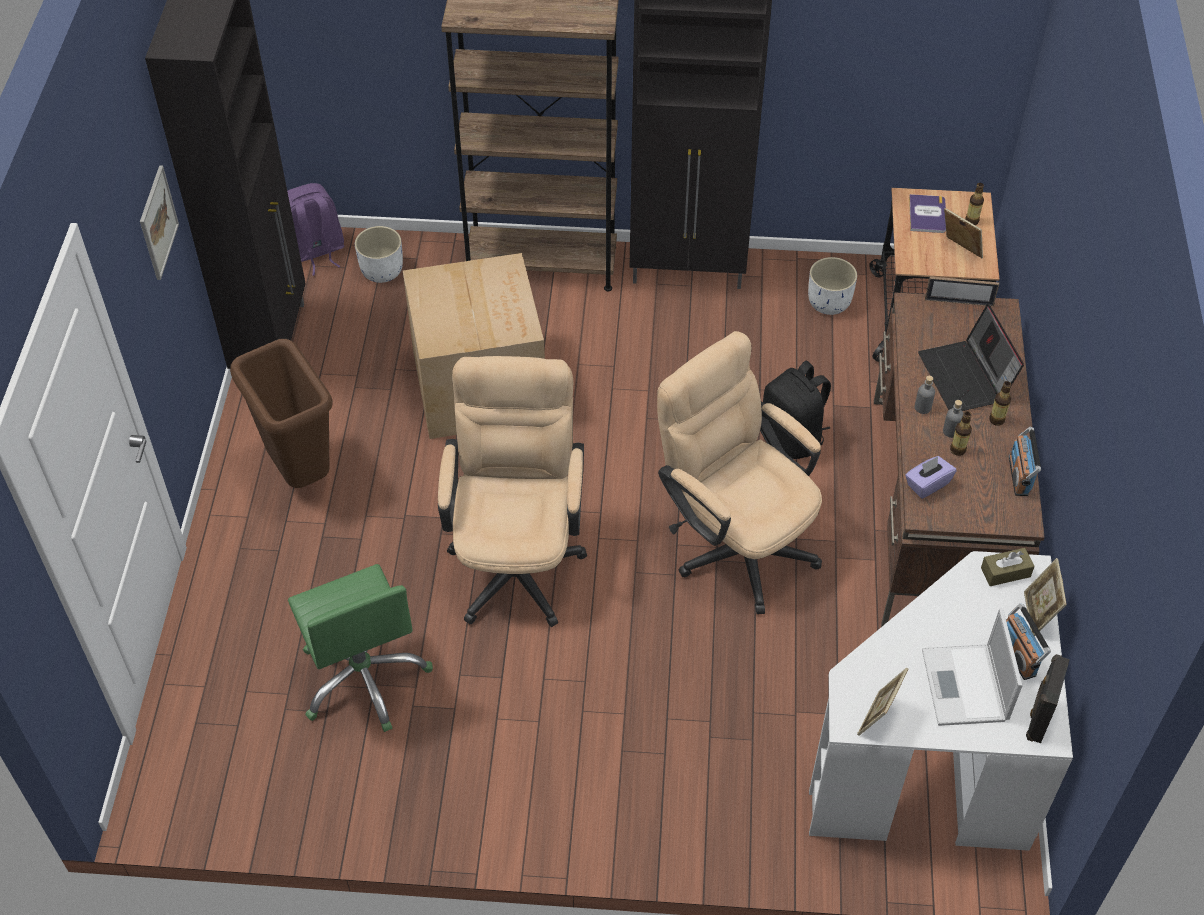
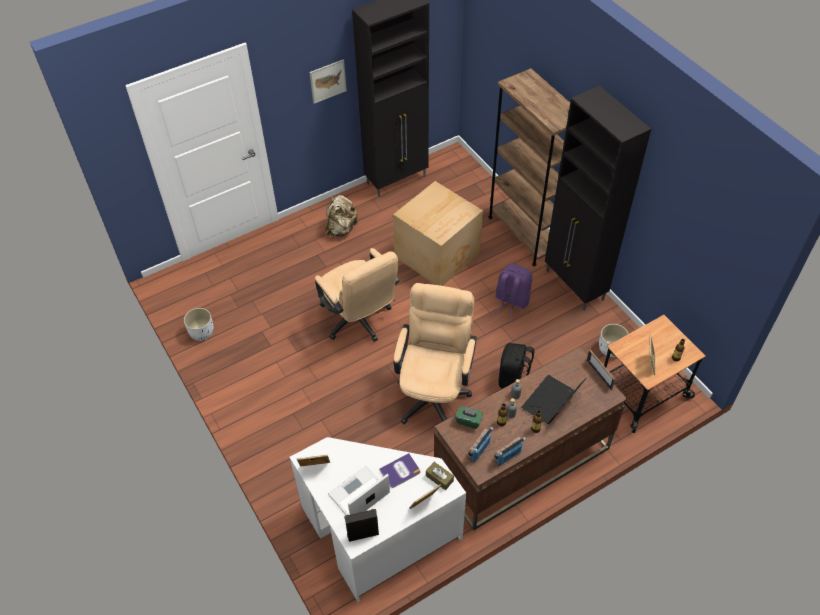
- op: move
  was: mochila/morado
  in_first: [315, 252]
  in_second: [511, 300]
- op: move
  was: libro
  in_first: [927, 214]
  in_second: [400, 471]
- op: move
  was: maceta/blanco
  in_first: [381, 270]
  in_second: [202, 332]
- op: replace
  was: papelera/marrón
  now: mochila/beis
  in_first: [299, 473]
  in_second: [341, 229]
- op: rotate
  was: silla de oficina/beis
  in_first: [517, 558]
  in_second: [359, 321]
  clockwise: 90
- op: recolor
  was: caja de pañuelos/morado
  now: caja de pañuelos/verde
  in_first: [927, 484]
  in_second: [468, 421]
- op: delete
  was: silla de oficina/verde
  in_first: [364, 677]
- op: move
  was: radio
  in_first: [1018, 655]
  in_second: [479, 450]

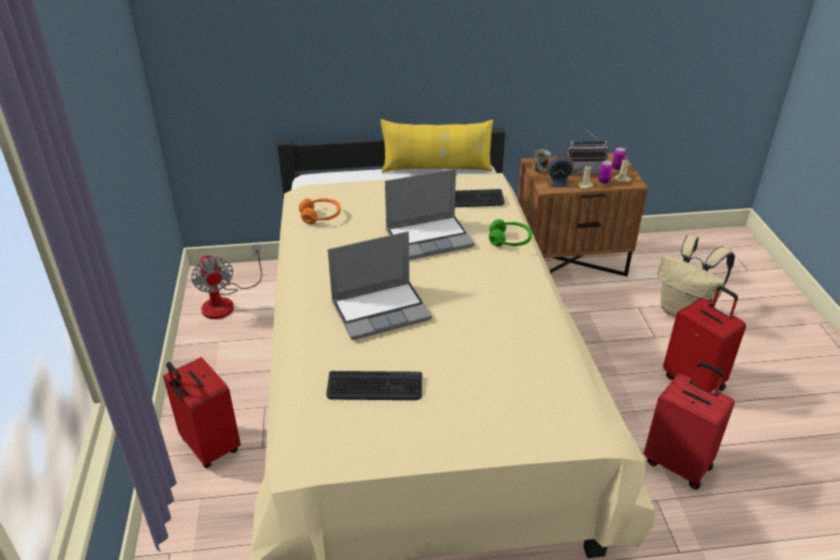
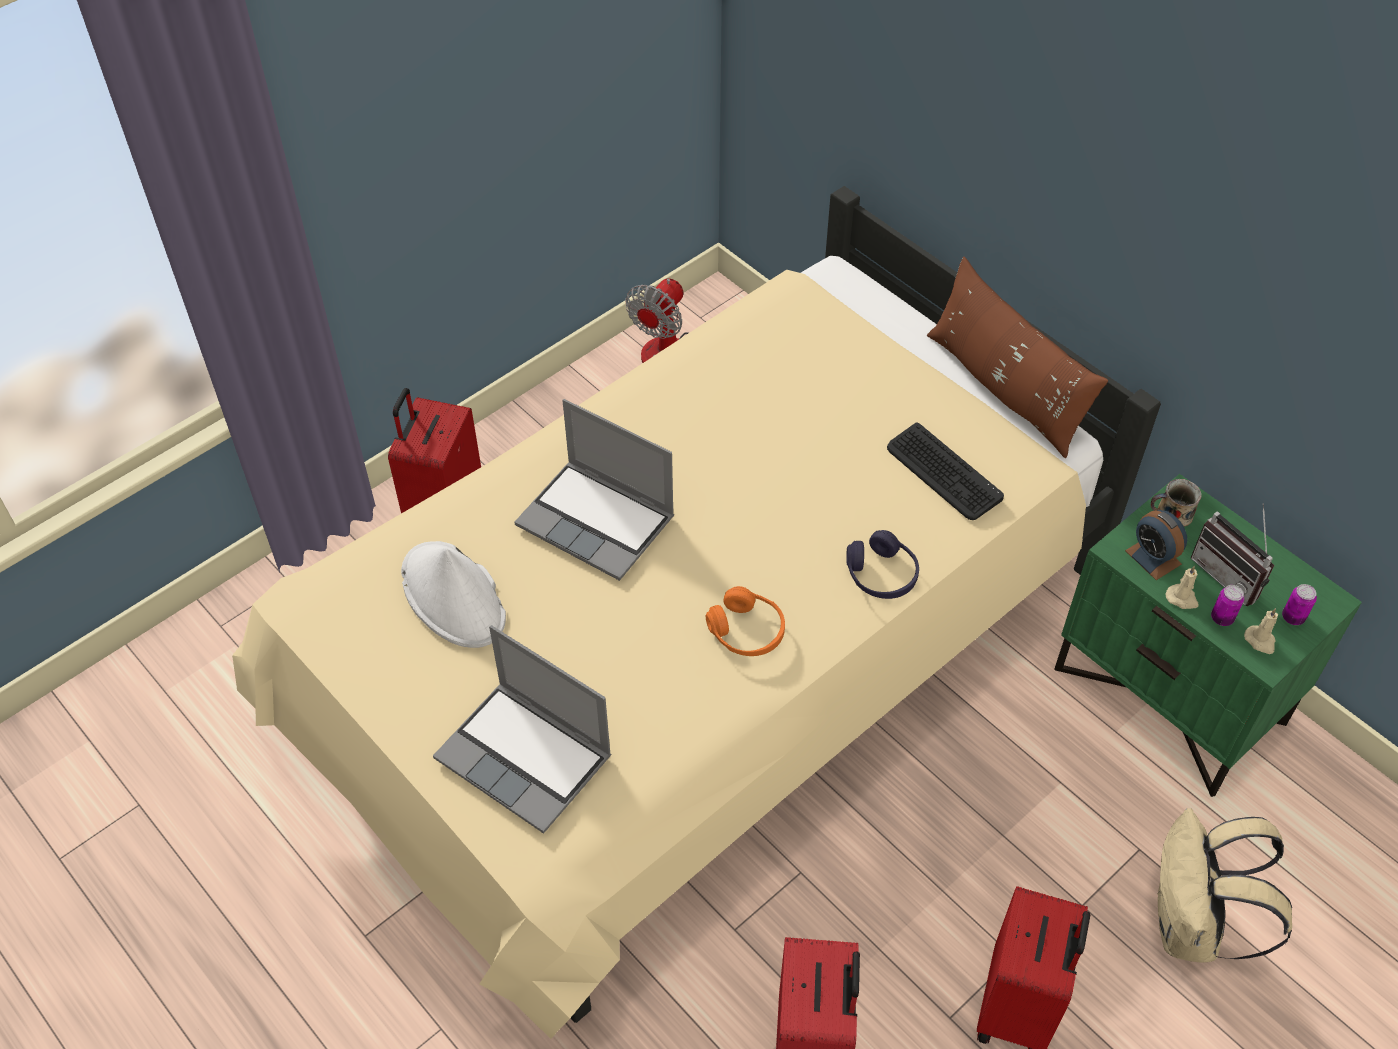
- op: recolor
  was: cojín/amarillo
  now: cojín/marrón
  in_first: [436, 168]
  in_second: [1004, 389]
- op: recolor
  was: mesita de noche/marrón
  now: mesita de noche/verde
  in_first: [570, 261]
  in_second: [1171, 694]
- op: move
  was: portátil
  in_first: [430, 238]
  in_second: [527, 757]
- op: move
  was: auriculares/naranja
  in_first: [320, 216]
  in_second: [746, 631]
- op: recolor
  was: auriculares/verde
  now: auriculares/morado
  in_first: [509, 240]
  in_second: [881, 574]
- op: replace
  was: teclado
  now: sombrero/blanco
  in_first: [374, 387]
  in_second: [454, 596]

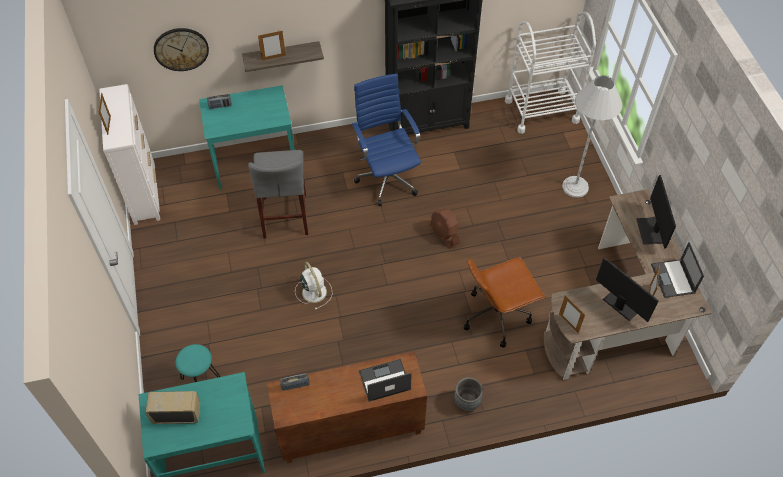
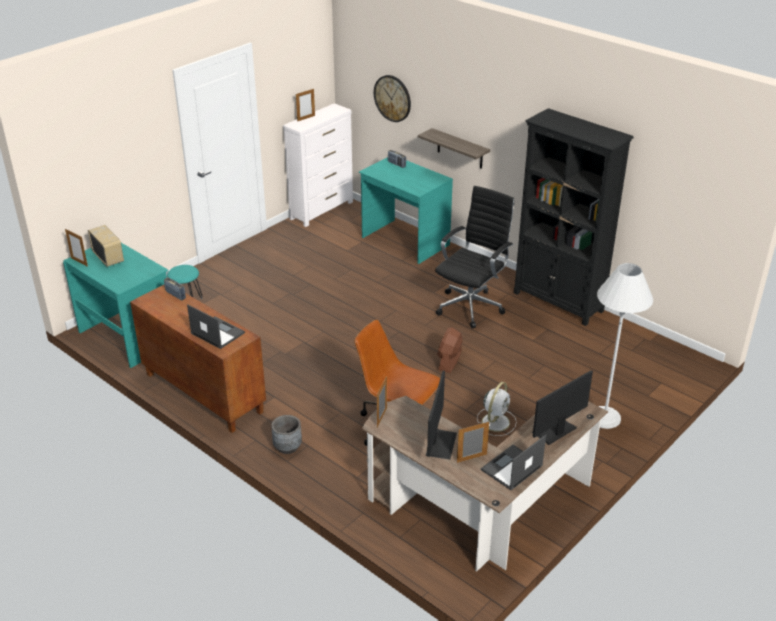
- op: delete
  was: carrito/blanco
  in_first: [541, 111]
- op: move
  was: portarretratos
  in_first: [273, 57]
  in_second: [79, 262]
- op: recolor
  was: silla de oficina/azul
  now: silla de oficina/negro
  in_first: [387, 178]
  in_second: [471, 306]
- op: delete
  was: taburete/gris
  in_first: [285, 215]
- op: move
  was: ventilador/blanco
  in_first: [313, 291]
  in_second: [496, 421]

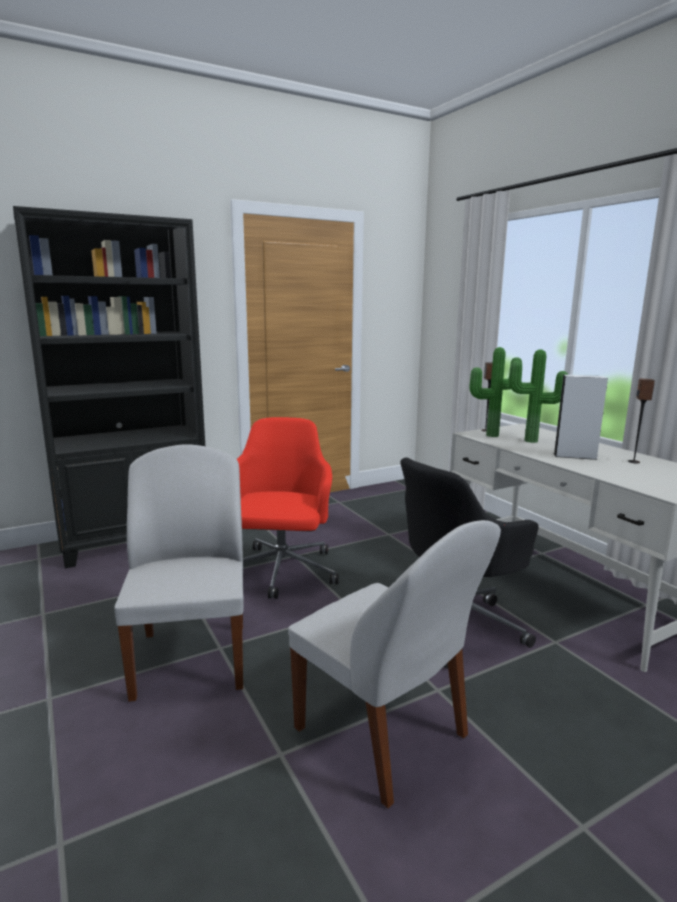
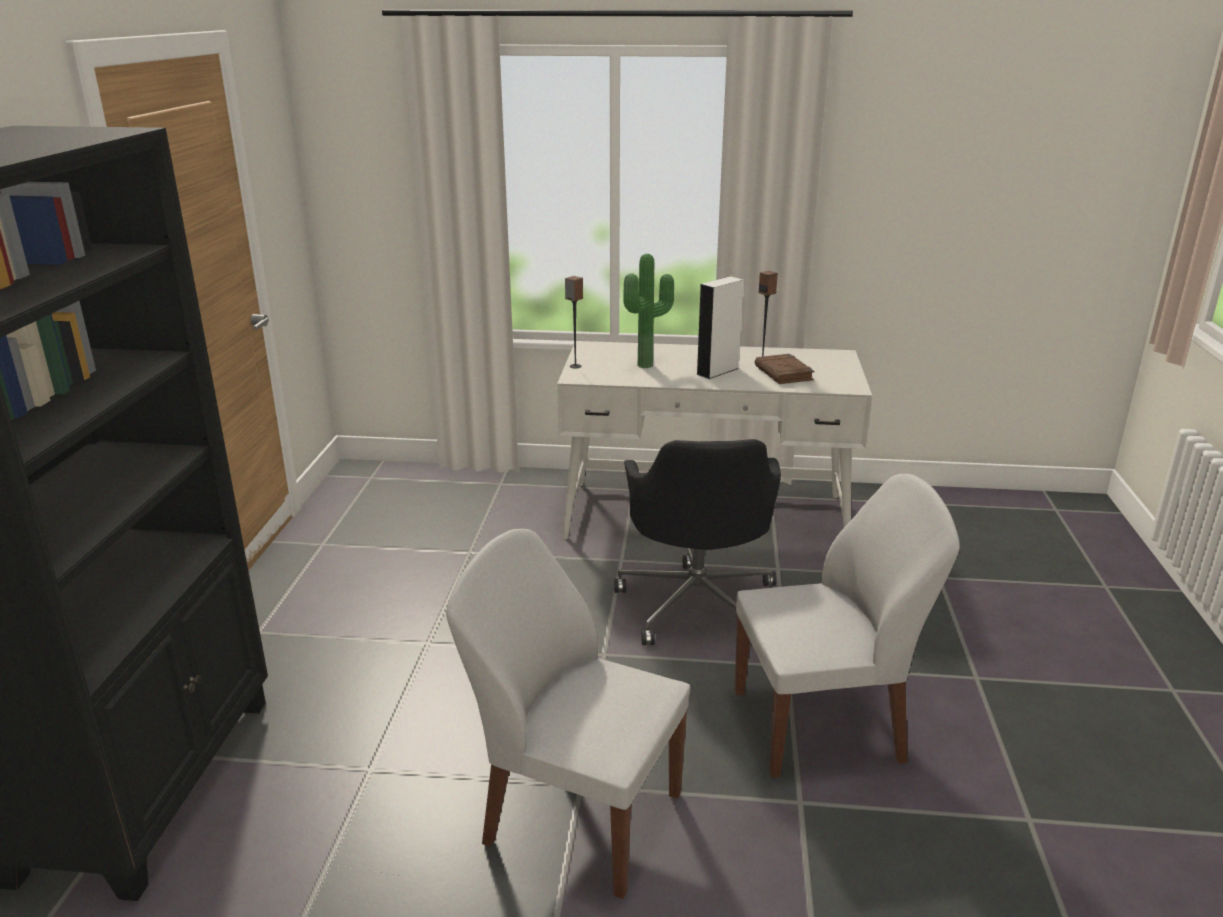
- op: delete
  was: planta en maceta
  in_first: [491, 435]
- op: delete
  was: silla de oficina/rojo
  in_first: [280, 573]
- op: insert
  now: libro/marrón
  in_second: [784, 373]

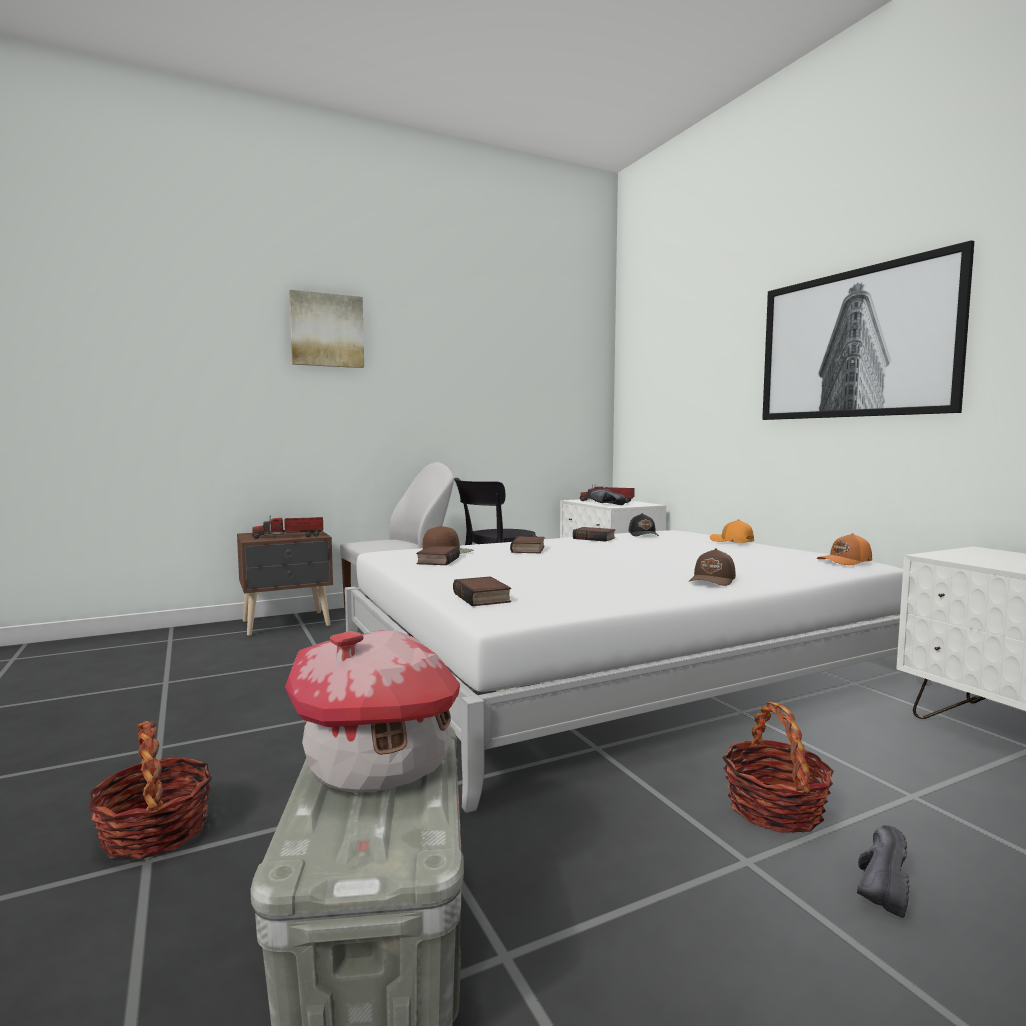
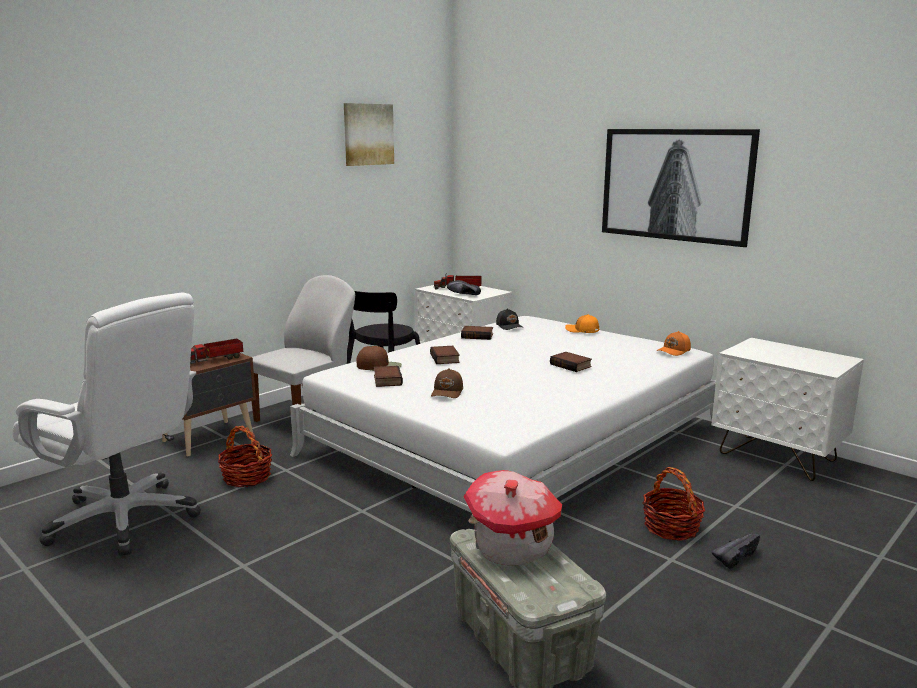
- op: move
  was: cuadro
  in_first: [327, 330]
  in_second: [368, 134]
- op: move
  was: gorra/marrón
  in_first: [713, 580]
  in_second: [448, 392]
- op: move
  was: libro
  in_first: [483, 598]
  in_second: [571, 365]
- op: move
  was: cesta
  in_first: [154, 832]
  in_second: [246, 477]
- op: rotate
  was: zapato/negro
  in_first: [876, 882]
  in_second: [734, 556]
  clockwise: 45
- op: insert
  now: silla de oficina/blanco
  in_second: [125, 519]

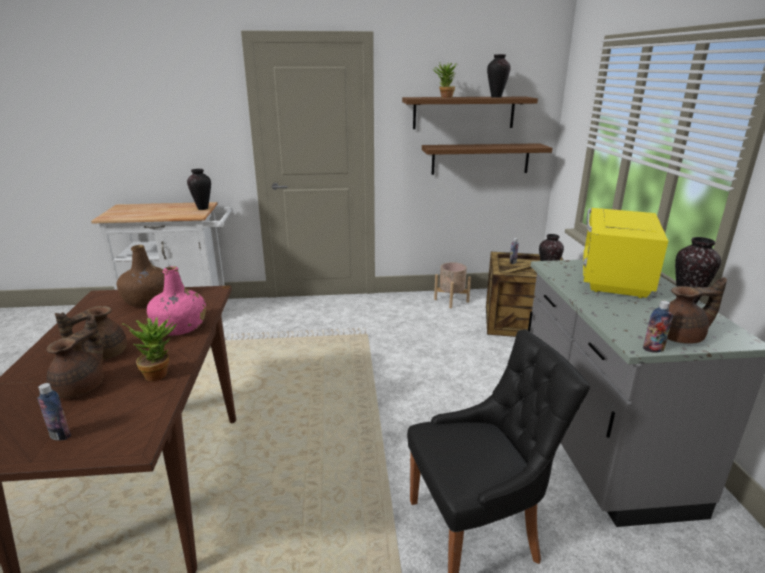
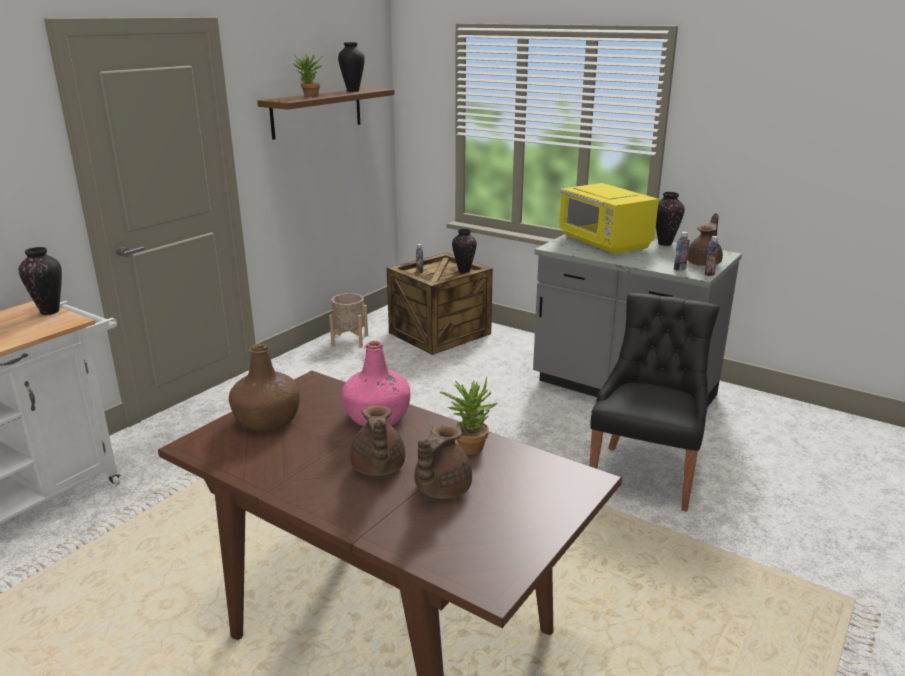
- op: delete
  was: estante/marrón
  in_first: [480, 159]
- op: rotate
  was: tetera/marrón
  in_first: [82, 387]
  in_second: [440, 489]
  clockwise: -120
- op: move
  was: botella
  in_first: [60, 435]
  in_second: [679, 269]

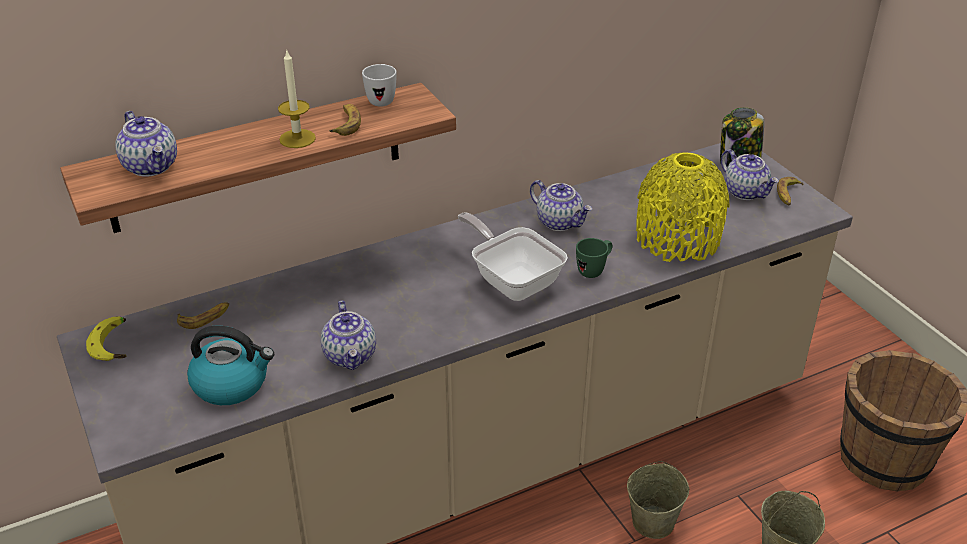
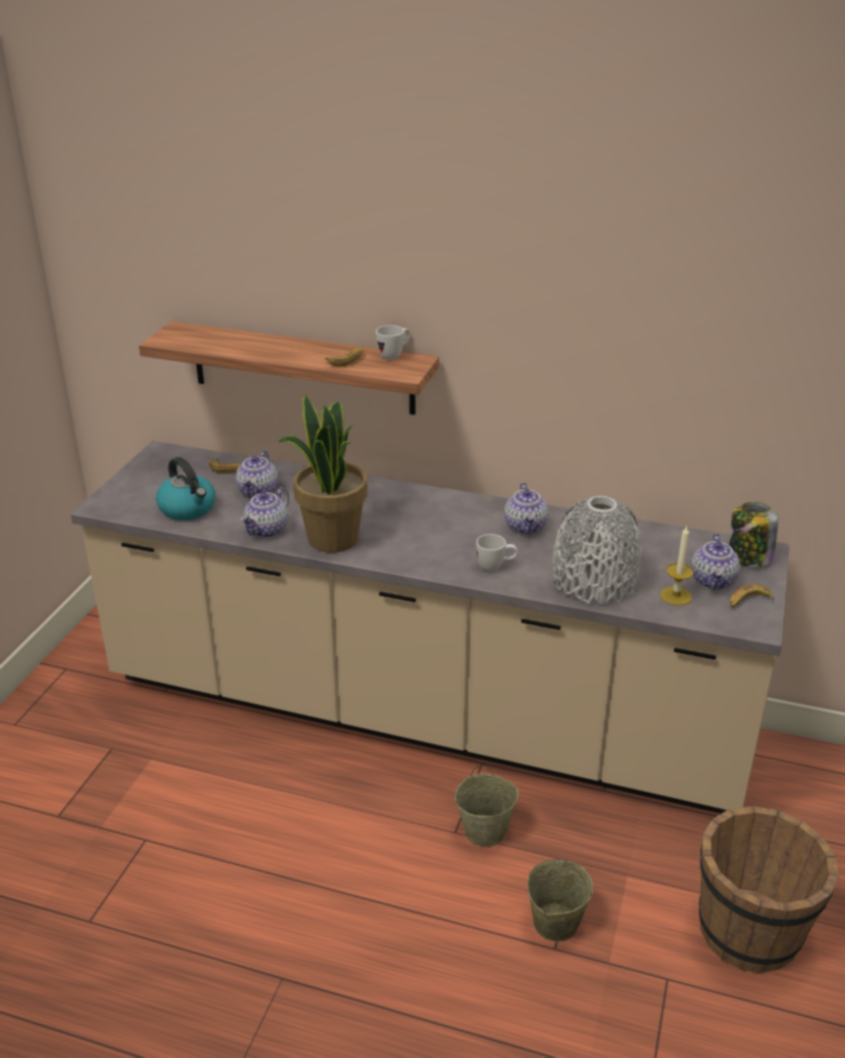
- op: move
  was: vela
  in_first: [297, 138]
  in_second: [676, 596]
- op: move
  was: tetera
  in_first: [151, 166]
  in_second: [258, 492]
- op: recolor
  was: florero/amarillo
  now: florero/gris
  in_first: [678, 239]
  in_second: [594, 581]
- op: delete
  was: sartén
  in_first: [512, 280]
- op: recolor
  was: taza grande/verde
  now: taza grande/blanco
  in_first: [594, 270]
  in_second: [496, 567]
- op: delete
  was: plátano
  in_first: [115, 344]
- op: insert
  now: planta en maceta
  in_second: [331, 539]

